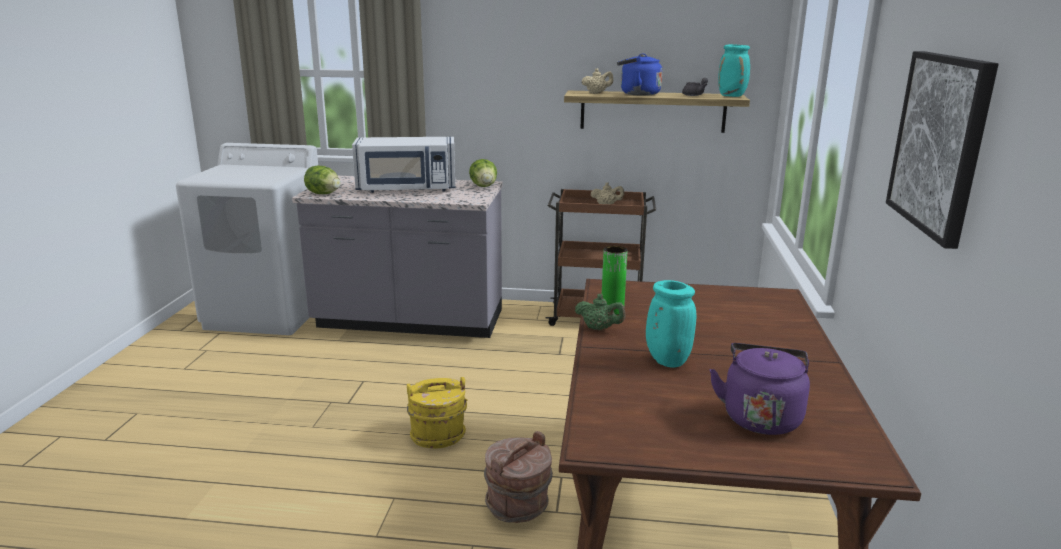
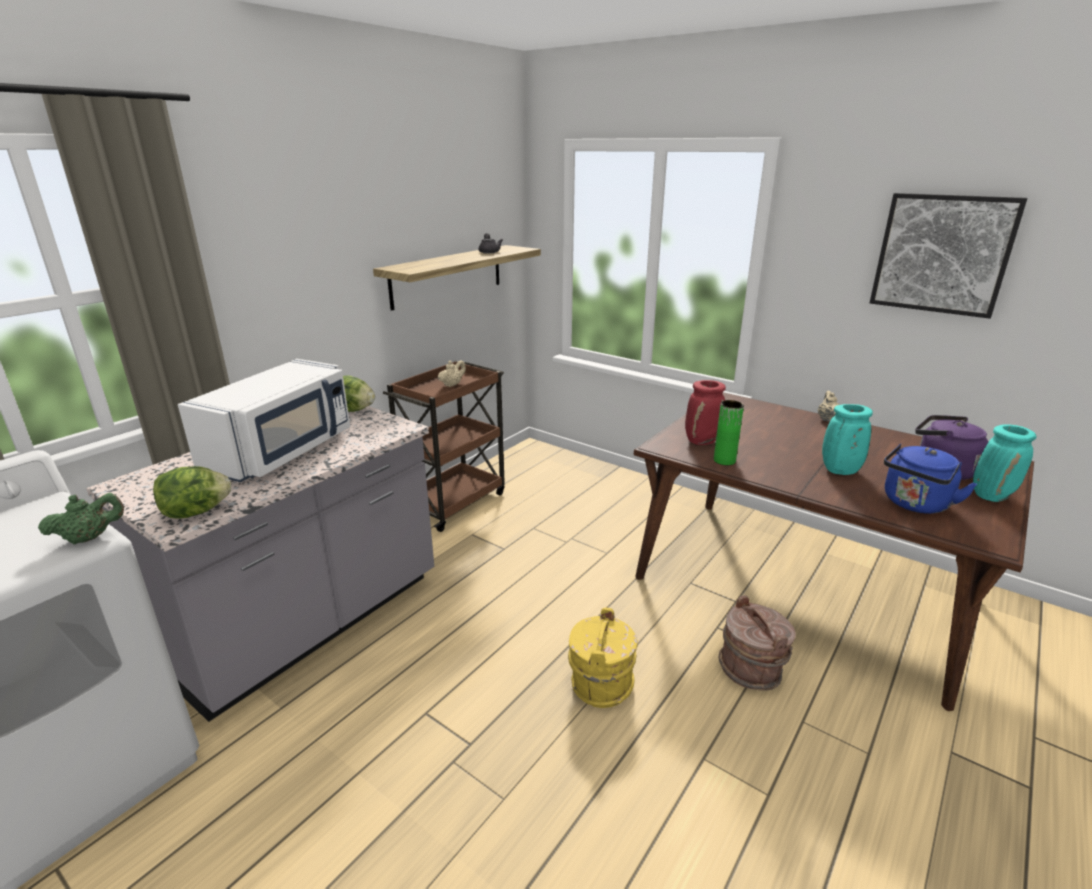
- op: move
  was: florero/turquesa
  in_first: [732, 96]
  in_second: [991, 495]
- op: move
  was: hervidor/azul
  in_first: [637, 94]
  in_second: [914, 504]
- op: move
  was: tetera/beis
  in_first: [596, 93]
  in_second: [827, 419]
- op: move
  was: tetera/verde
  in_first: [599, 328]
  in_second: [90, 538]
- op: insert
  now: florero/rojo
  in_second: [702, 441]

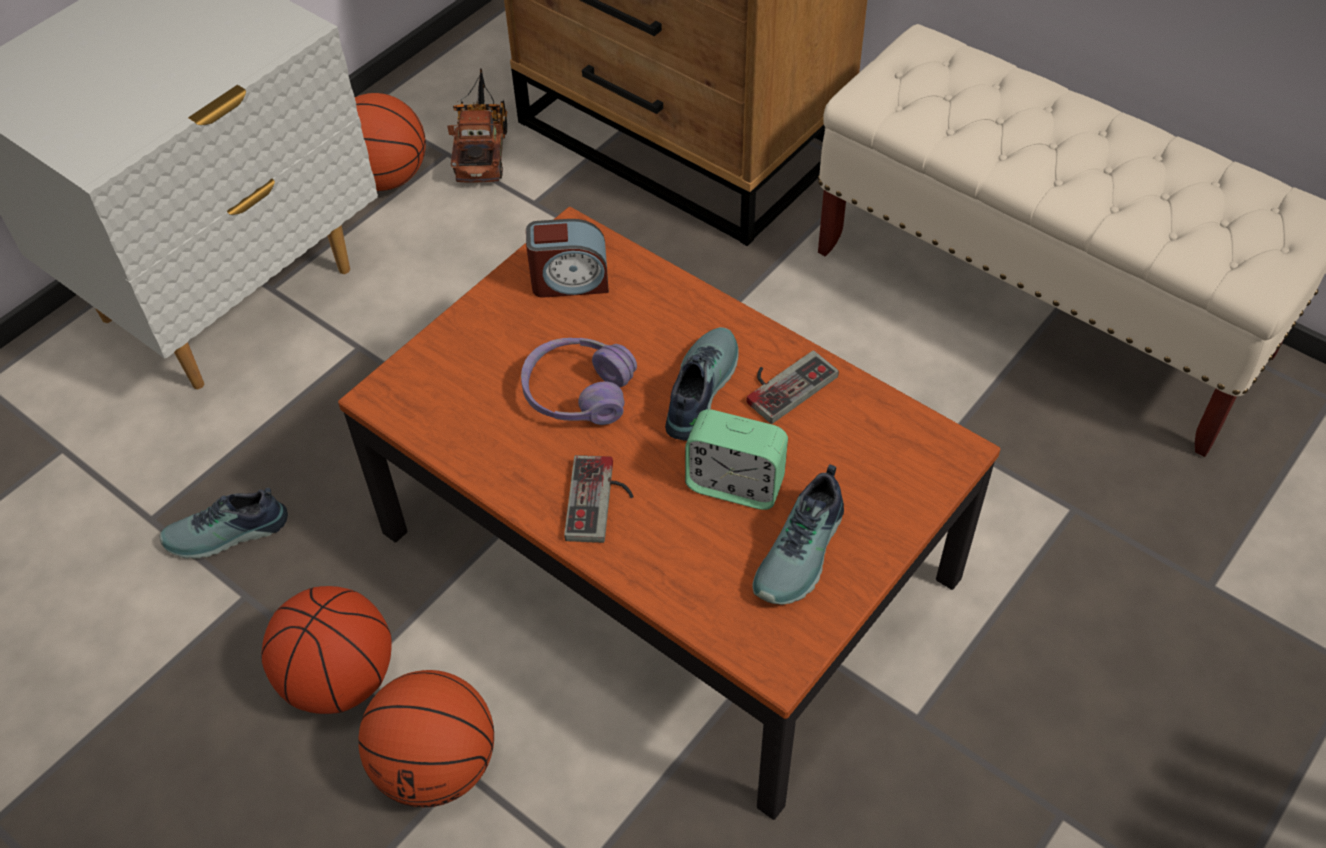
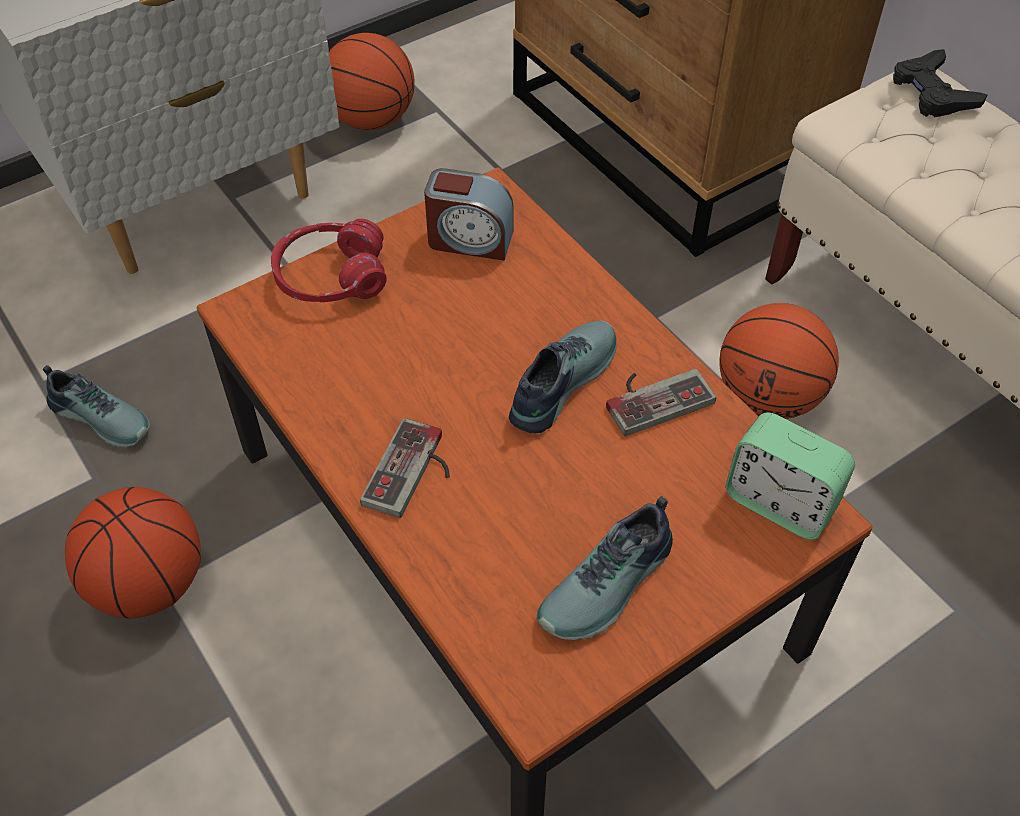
- op: delete
  was: camión de juguete
  in_first: [483, 147]
- op: delete
  was: auriculares/morado
  in_first: [578, 393]
- op: move
  was: despertador
  in_first: [735, 484]
  in_second: [779, 503]
- op: rotate
  was: zapato
  in_first: [227, 535]
  in_second: [103, 416]
  clockwise: -150
- op: move
  was: balón de baloncesto
  in_first: [437, 765]
  in_second: [768, 396]
- op: insert
  now: mando de consola/negro
  in_second: [932, 92]
- op: insert
  now: auriculares/rojo
  in_second: [331, 277]

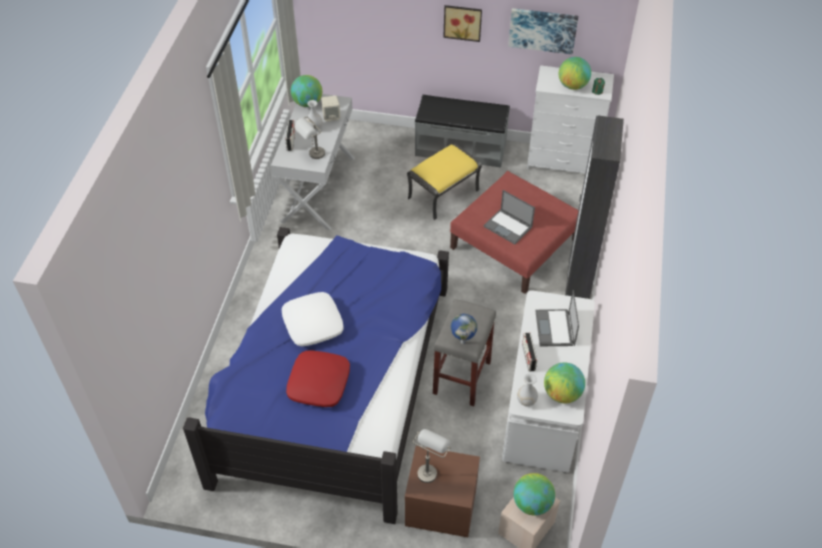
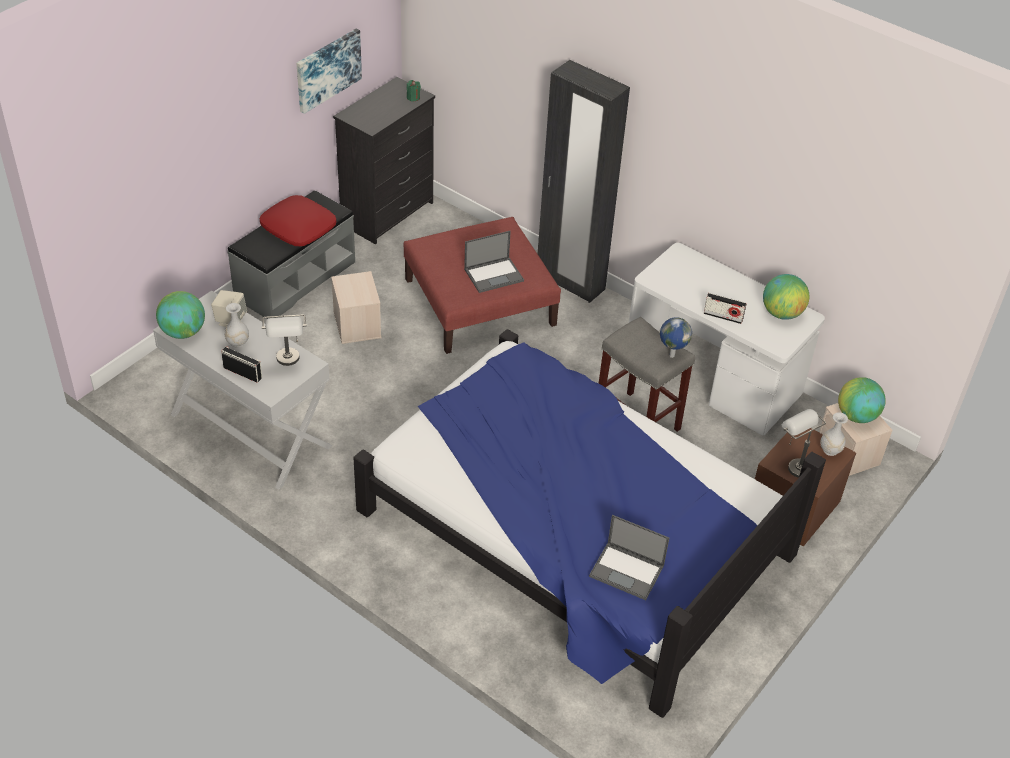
- op: delete
  was: cuadro
  in_first: [462, 22]
- op: delete
  was: globo terráqueo
  in_first: [572, 86]
- op: recolor
  was: cómoda/blanco
  now: cómoda/negro
  in_first: [563, 161]
  in_second: [388, 213]
- op: replace
  was: puf/amarillo
  now: caja de almacenaje/beis
  in_first: [443, 194]
  in_second: [356, 324]
- op: move
  was: portátil
  in_first: [555, 328]
  in_second: [627, 571]
- op: delete
  was: cojín/blanco
  in_first: [312, 324]
- op: move
  was: cojín/rojo
  in_first: [319, 383]
  in_second: [299, 228]
- op: move
  was: florero/blanco
  in_first: [526, 401]
  in_second: [830, 450]

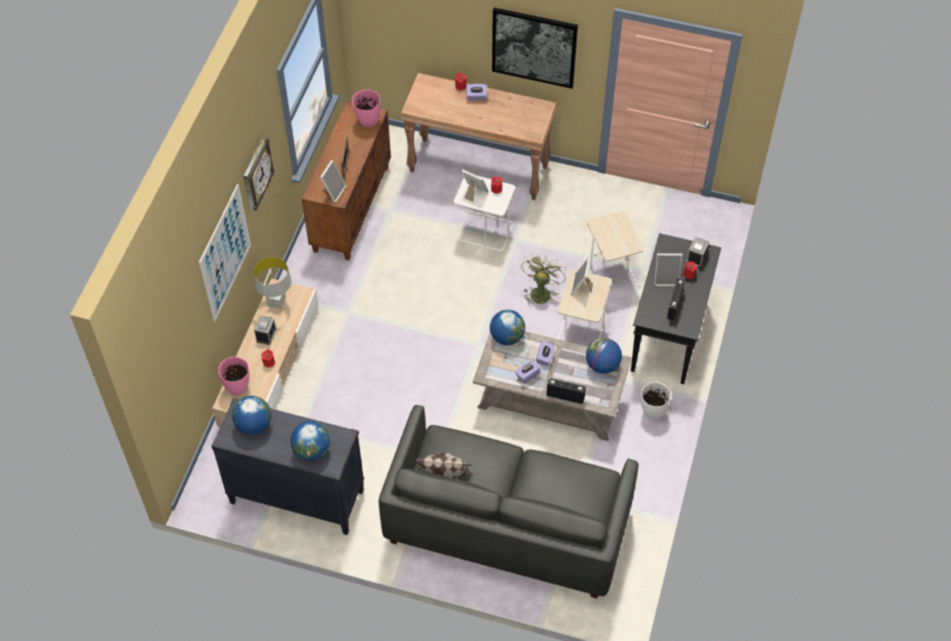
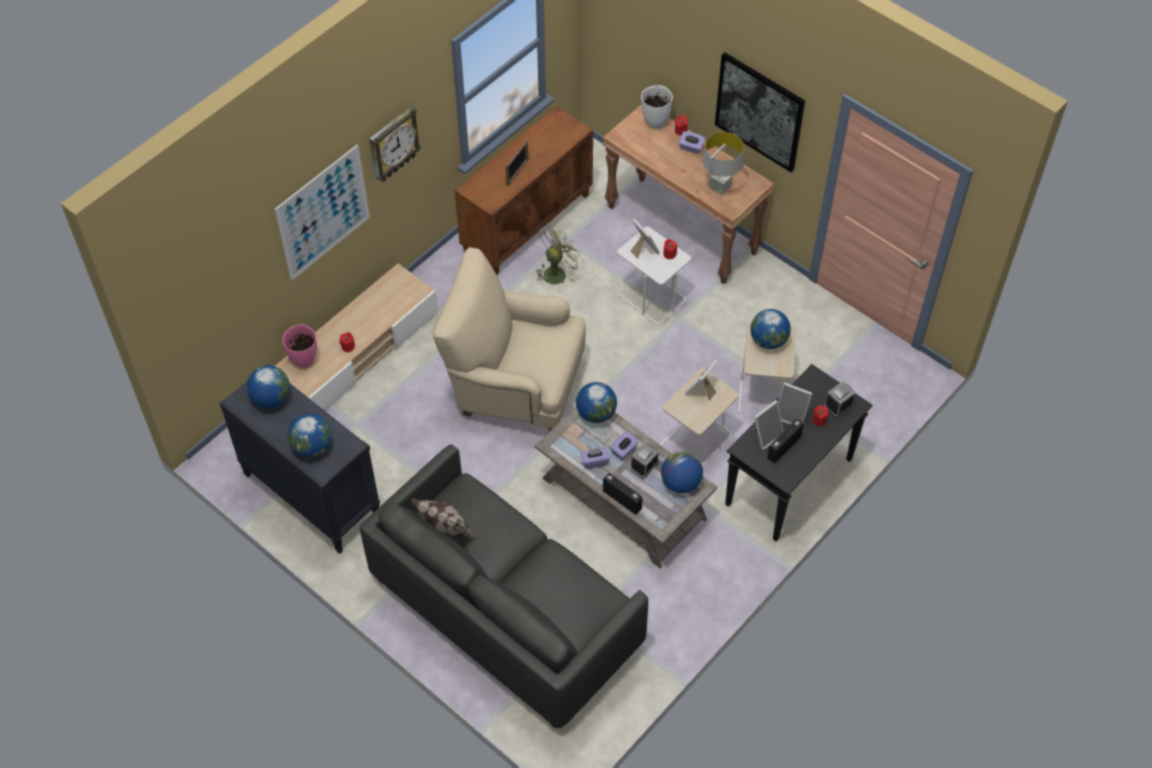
- op: delete
  was: florero/rosa
  in_first: [368, 121]
- op: move
  was: portarretratos
  in_first: [333, 191]
  in_second: [766, 435]
- op: move
  was: ventilador/verde
  in_first: [540, 291]
  in_second: [557, 272]
- op: move
  was: lámpara de mesa/gris
  in_first: [276, 303]
  in_second: [719, 187]
- op: move
  was: despertador
  in_first: [266, 335]
  in_second: [644, 465]
- op: move
  was: florero/blanco
  in_first: [652, 412]
  in_second: [655, 122]
- op: insert
  now: sillón/beis
  in_second: [515, 386]
- op: insert
  now: globo terráqueo
  in_second: [768, 340]

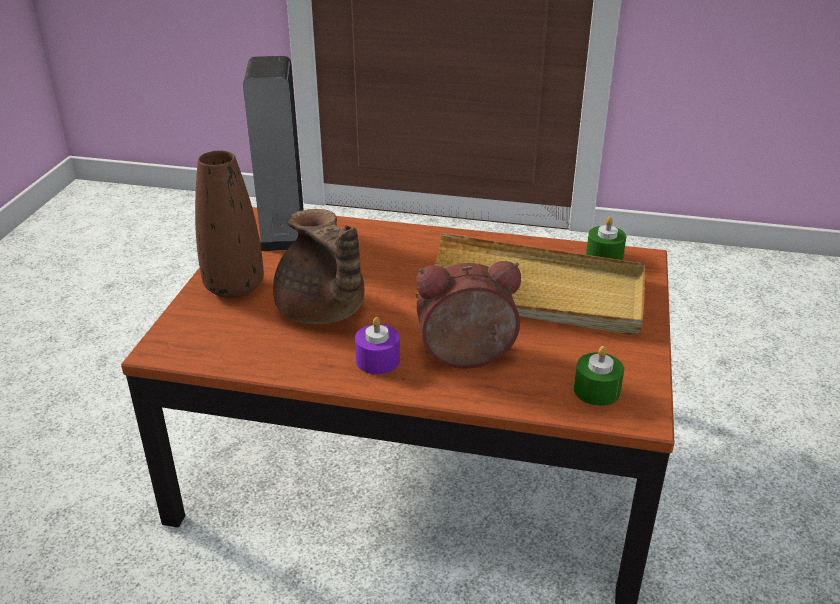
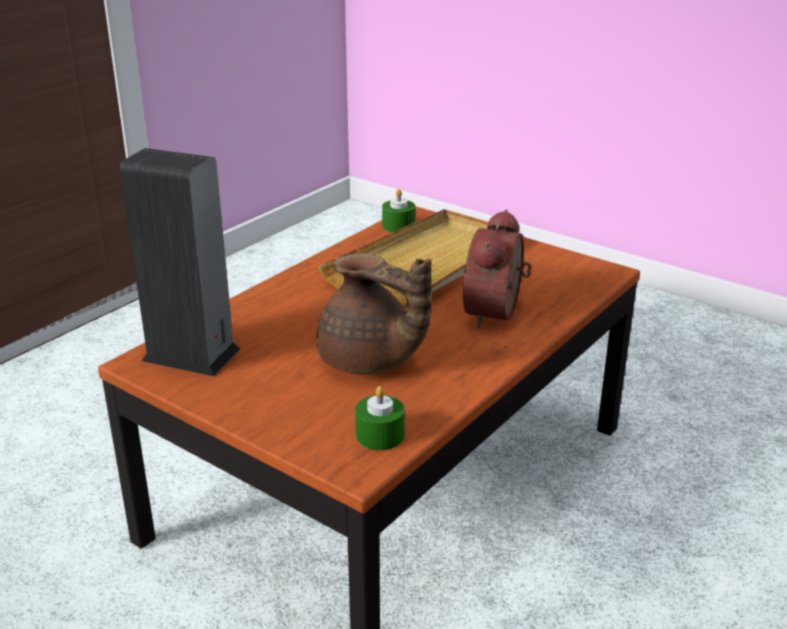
- op: delete
  was: florero/marrón
  in_first: [234, 287]
- op: rotate
  was: tetera/marrón
  in_first: [322, 312]
  in_second: [369, 362]
  clockwise: 45
- op: delete
  was: vela/morado
  in_first: [377, 360]
- op: move
  was: vela/verde
  in_first: [596, 390]
  in_second: [380, 435]

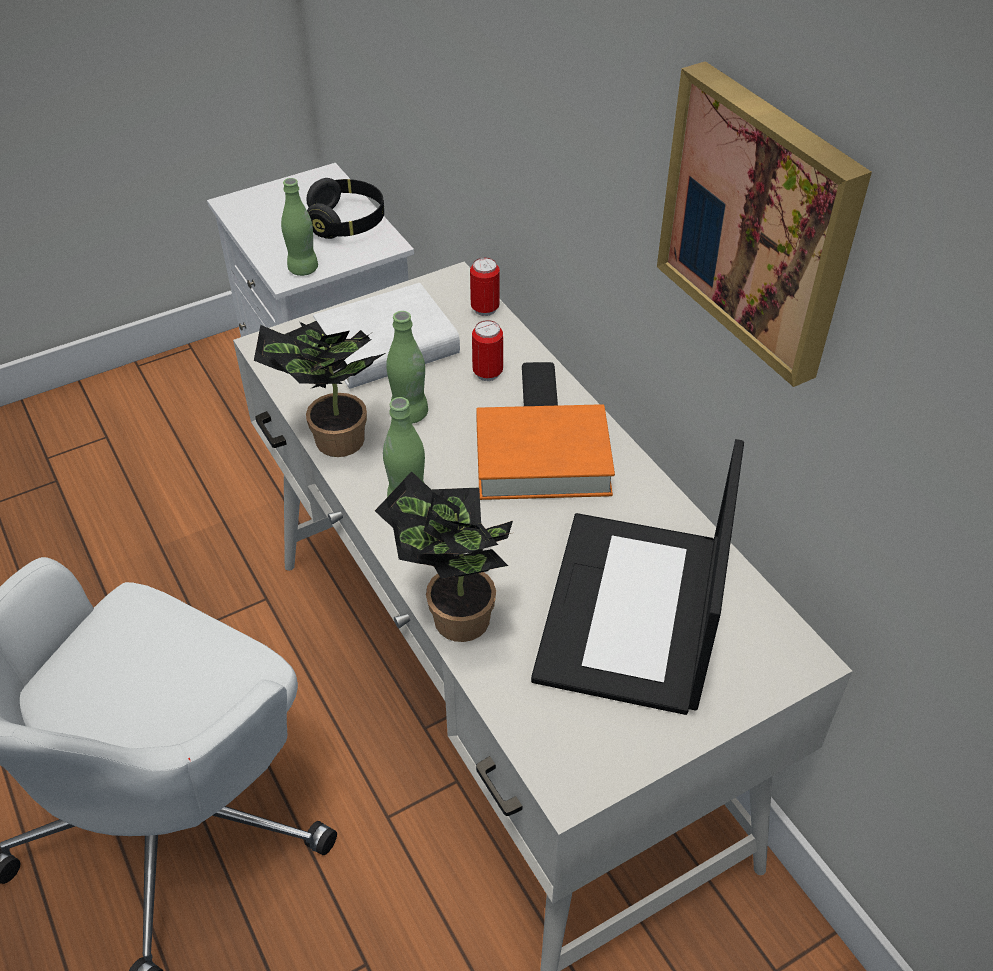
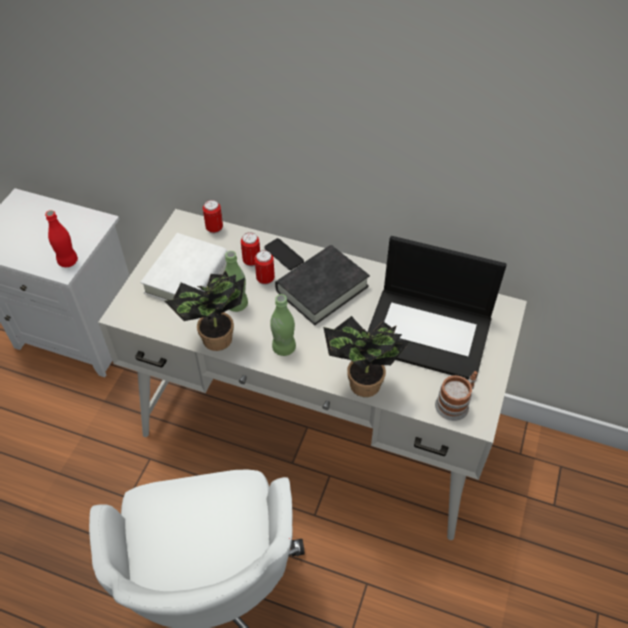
- op: delete
  was: cuadro
  in_first: [761, 221]
- op: recolor
  was: botella/verde
  now: botella/rojo
  in_first: [303, 269]
  in_second: [68, 261]
- op: delete
  was: auriculares/negro
  in_first: [347, 223]
- op: recolor
  was: libro/naranja
  now: libro/negro
  in_first: [542, 460]
  in_second: [322, 289]
- op: rotate
  was: portátil
  in_first: [633, 613]
  in_second: [429, 333]
  clockwise: -45
- op: insert
  now: lata
  in_second: [265, 279]
- op: insert
  now: taza grande
  in_second: [455, 403]

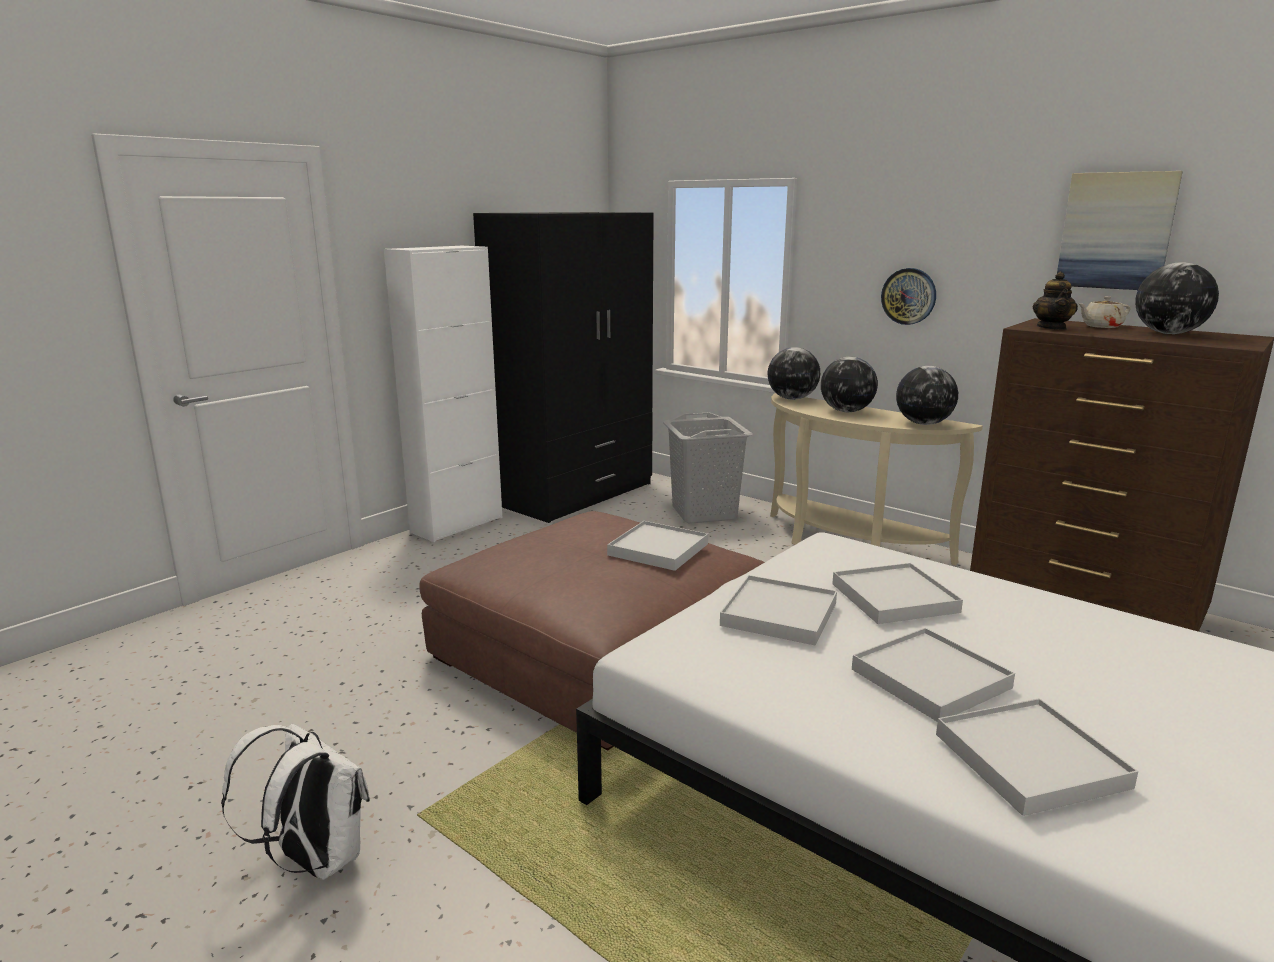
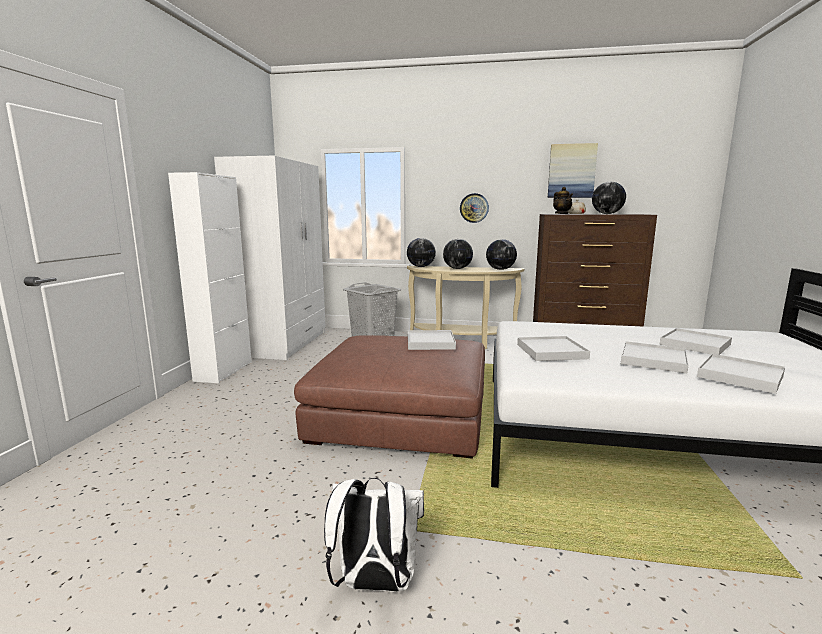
- op: recolor
  was: armario ropero/negro
  now: armario ropero/blanco
  in_first: [575, 493]
  in_second: [284, 343]
- op: move
  was: bandeja/blanco
  in_first: [894, 598]
  in_second: [694, 344]

